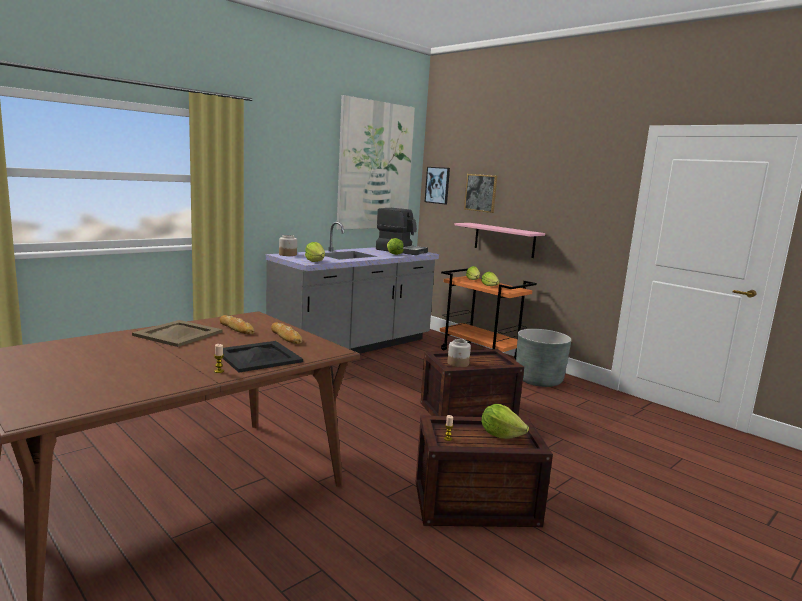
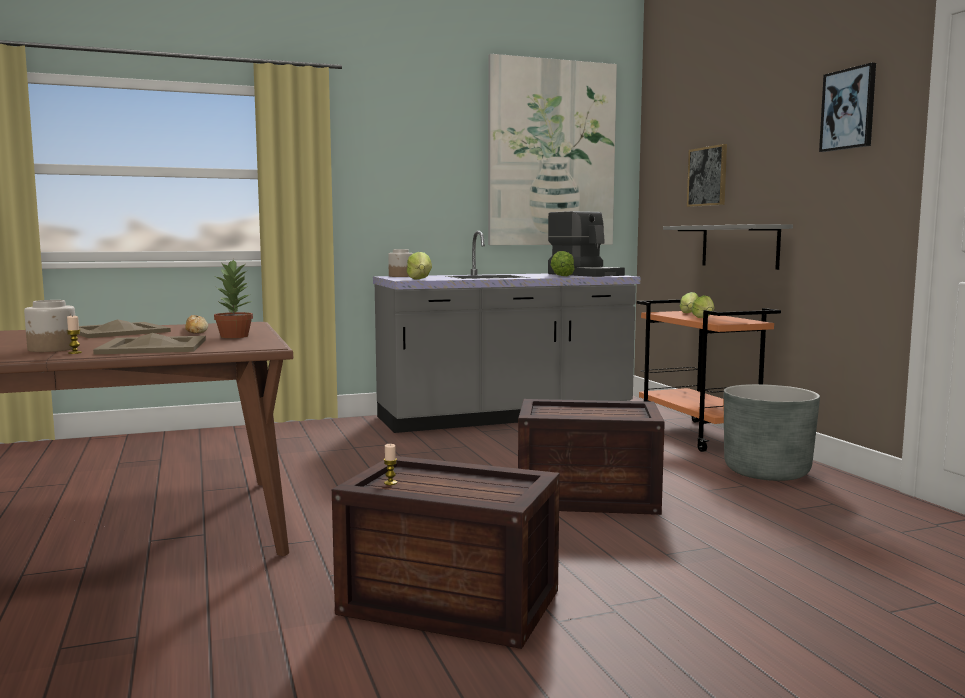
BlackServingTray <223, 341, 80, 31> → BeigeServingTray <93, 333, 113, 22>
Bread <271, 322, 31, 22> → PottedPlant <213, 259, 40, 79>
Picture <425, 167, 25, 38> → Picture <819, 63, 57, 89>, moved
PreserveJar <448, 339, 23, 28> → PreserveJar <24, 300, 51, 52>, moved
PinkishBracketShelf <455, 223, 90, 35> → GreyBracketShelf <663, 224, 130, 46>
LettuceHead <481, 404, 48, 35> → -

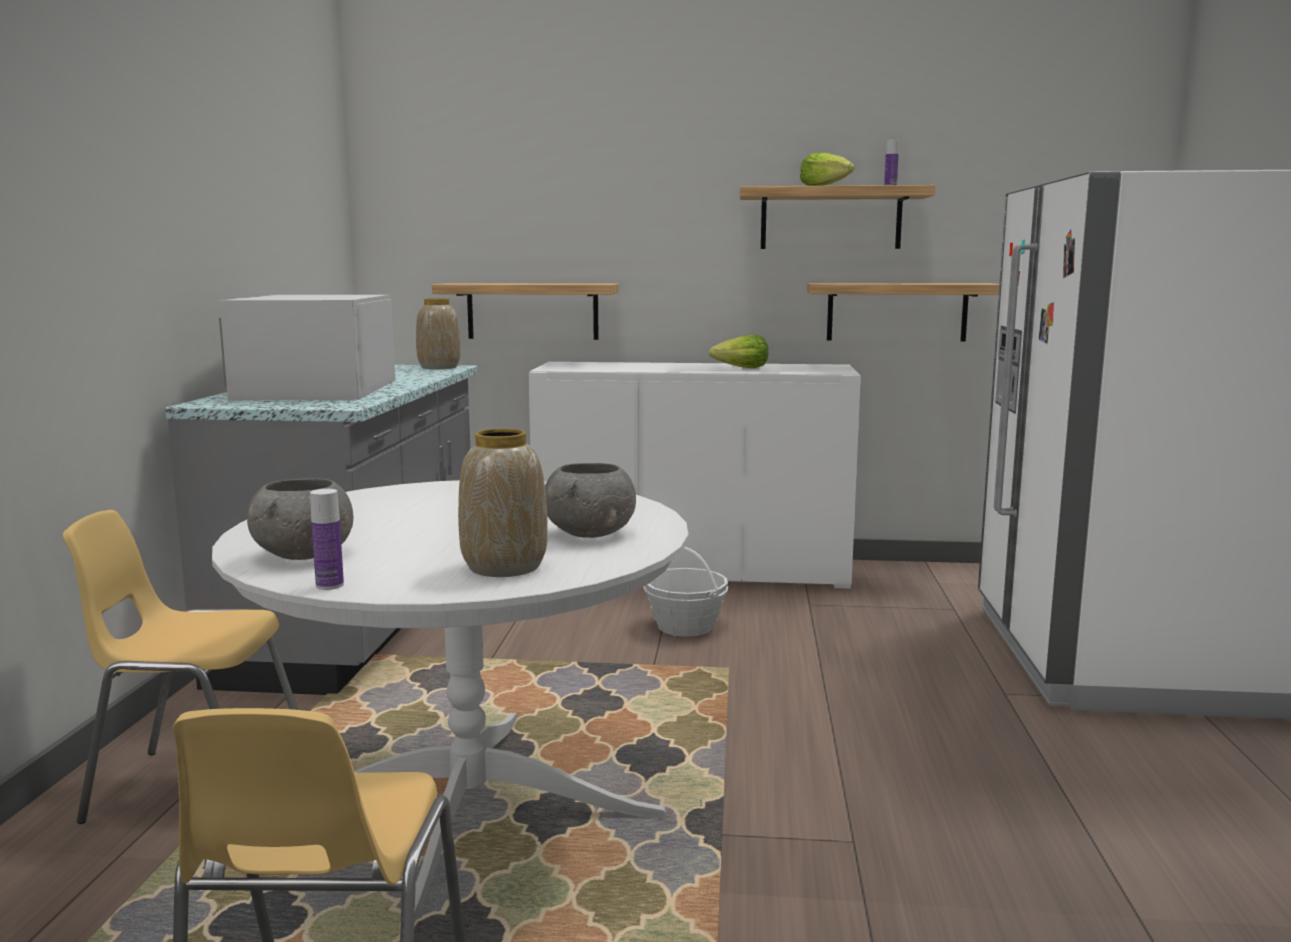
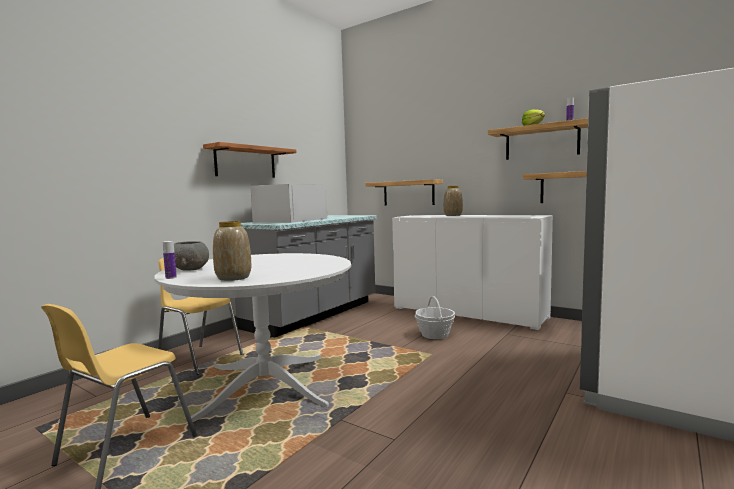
Vase <416, 299, 45, 70> → Vase <444, 186, 19, 30>, moved
GreyBowl <545, 463, 91, 75> → -
LettuceHead <709, 335, 60, 33> → -
- → BracketShelf <203, 142, 93, 36>

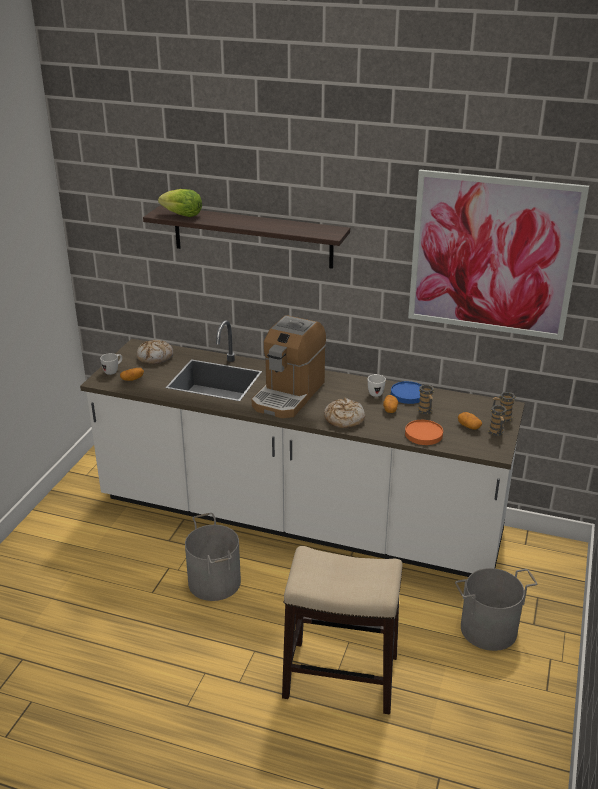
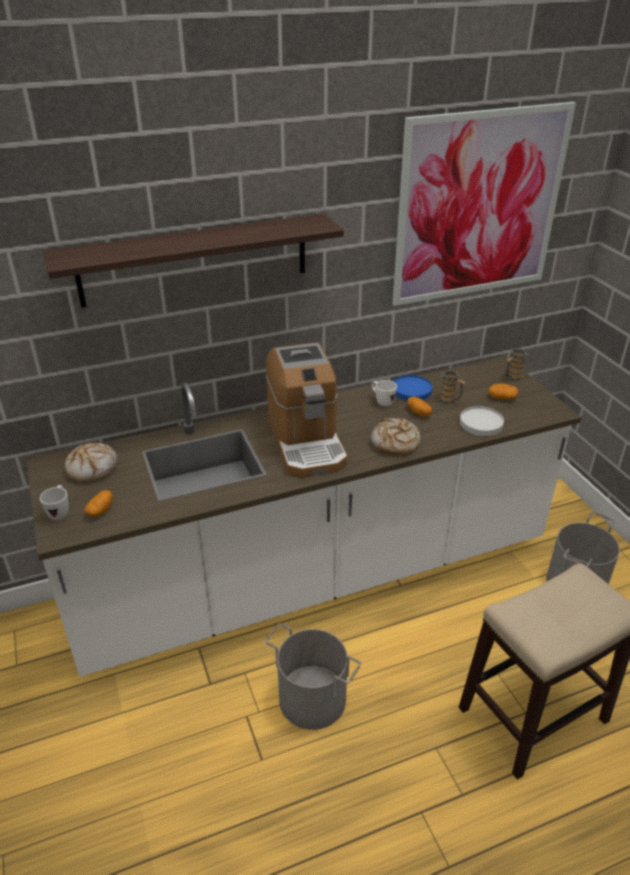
LettuceHead <158, 189, 44, 28> → -
OrangeyPlate <405, 420, 38, 25> → WhitePlate <460, 406, 44, 30>
Mug <488, 405, 19, 31> → -

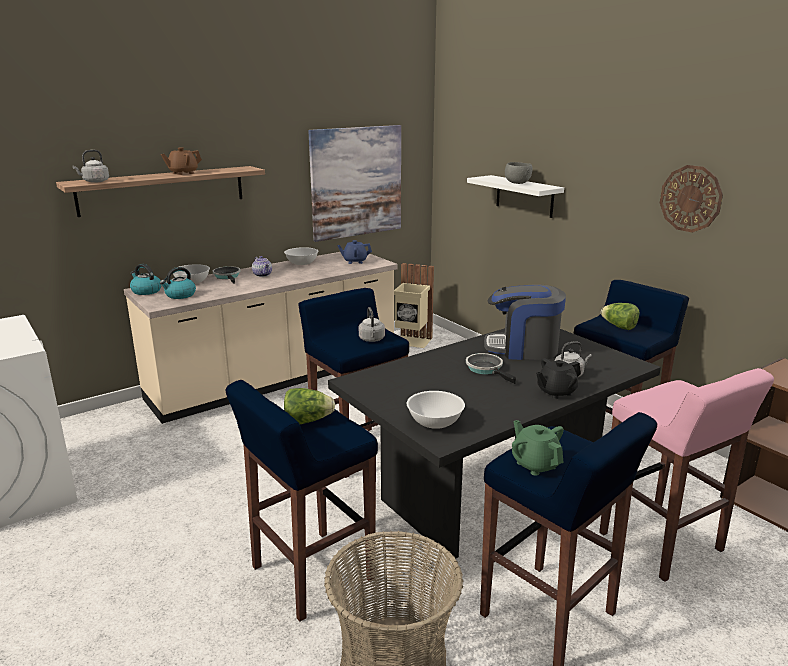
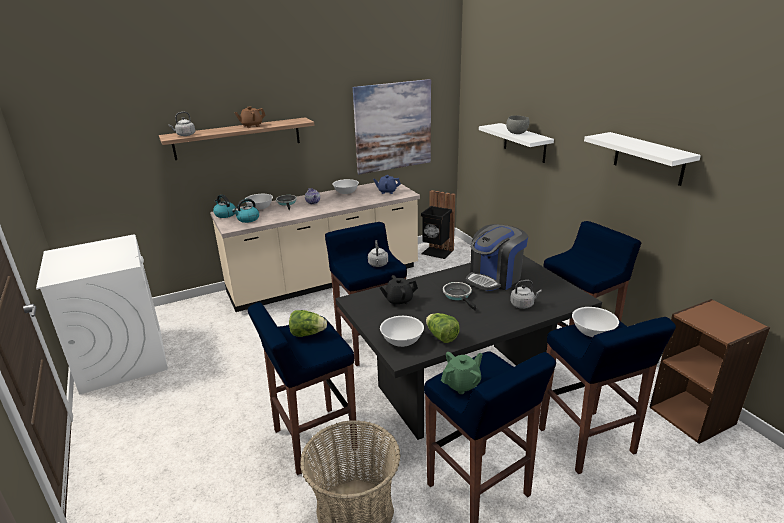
BeigeRubbishBin <394, 263, 40, 85> → BlackRubbishBin <421, 190, 34, 69>
CoffeeMaker <484, 284, 82, 76> → CoffeeMaker <466, 224, 62, 67>, 60 degrees counterclockwise
GreenTeaPot <512, 420, 52, 56> → GreenTeaPot <441, 352, 42, 42>, 75 degrees clockwise
BlackTeaPot <536, 358, 45, 41> → BlackTeaPot <379, 275, 39, 31>, moved
PinkishStool <599, 368, 175, 214> → BlueColouredStool <539, 317, 137, 157>
LettuceHead <601, 303, 38, 27> → LettuceHead <426, 313, 34, 30>, moved
WallClock <660, 165, 63, 68> → WhiteBracketShelf <584, 132, 117, 54>
- → WhiteBowl <572, 307, 47, 30>

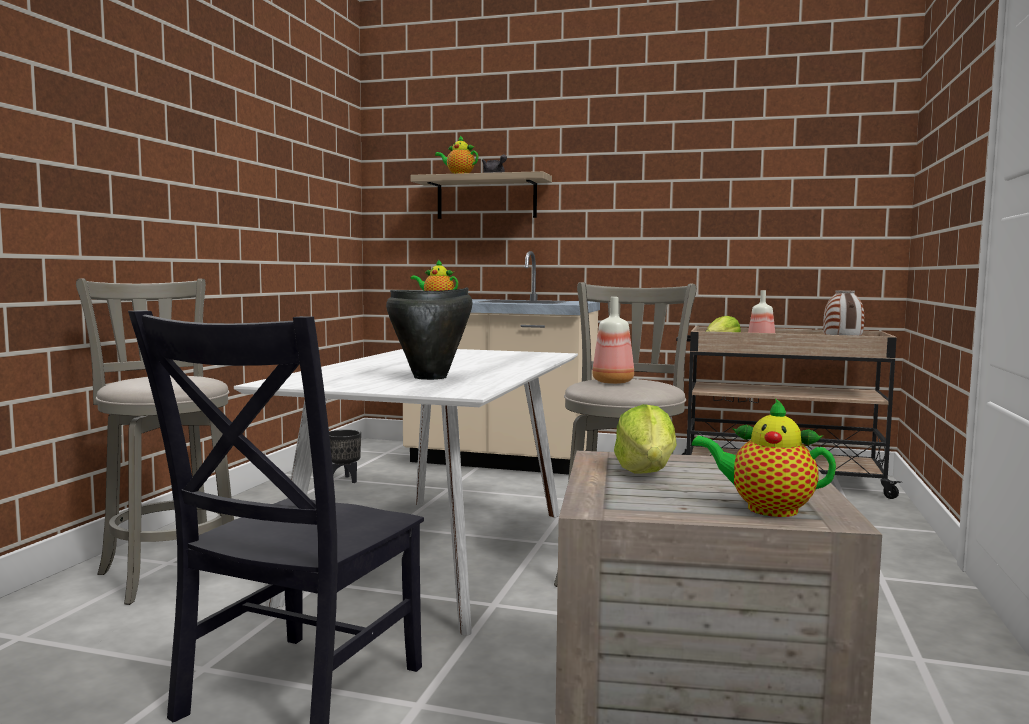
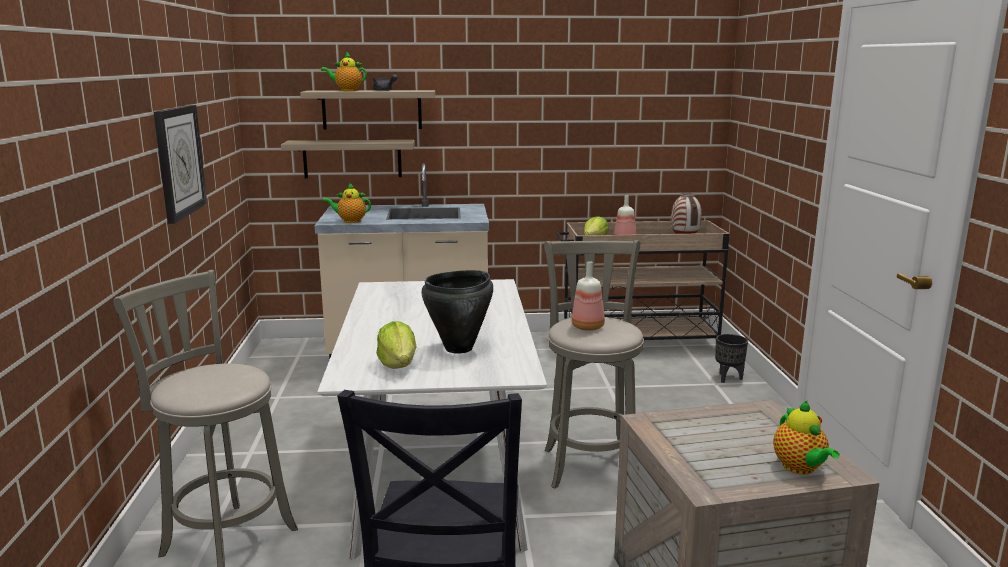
BlackFlowerPot <329, 430, 32, 53> → BlackFlowerPot <715, 334, 33, 49>, moved
LettuceHead <614, 404, 63, 70> → LettuceHead <377, 321, 39, 48>, moved
TeaPot <692, 398, 144, 119> → TeaPot <773, 401, 67, 74>, 105 degrees counterclockwise
- → WallClock <154, 105, 53, 119>
- → BracketShelf <281, 140, 134, 38>

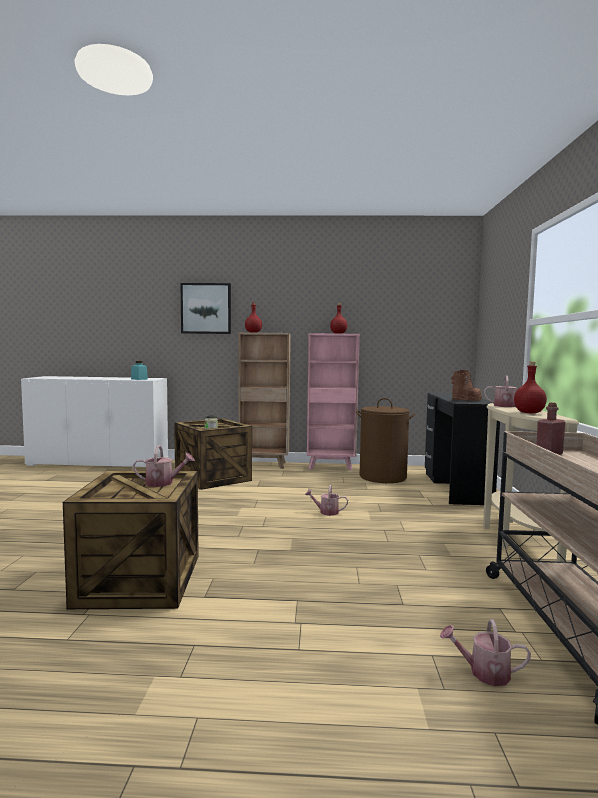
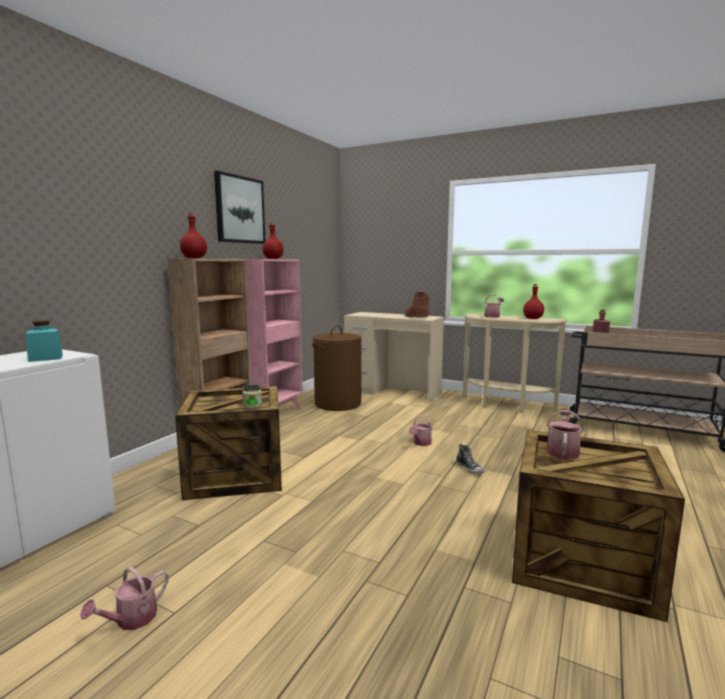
Picture <181, 283, 50, 51> → Picture <214, 171, 51, 73>, moved
BlackDeskTable <425, 393, 75, 112> → BeigeDeskTable <344, 312, 100, 91>
SprinklingCan <440, 619, 91, 67> → SprinklingCan <80, 566, 89, 64>, moved
- → ItemOfFootwear <456, 444, 28, 30>

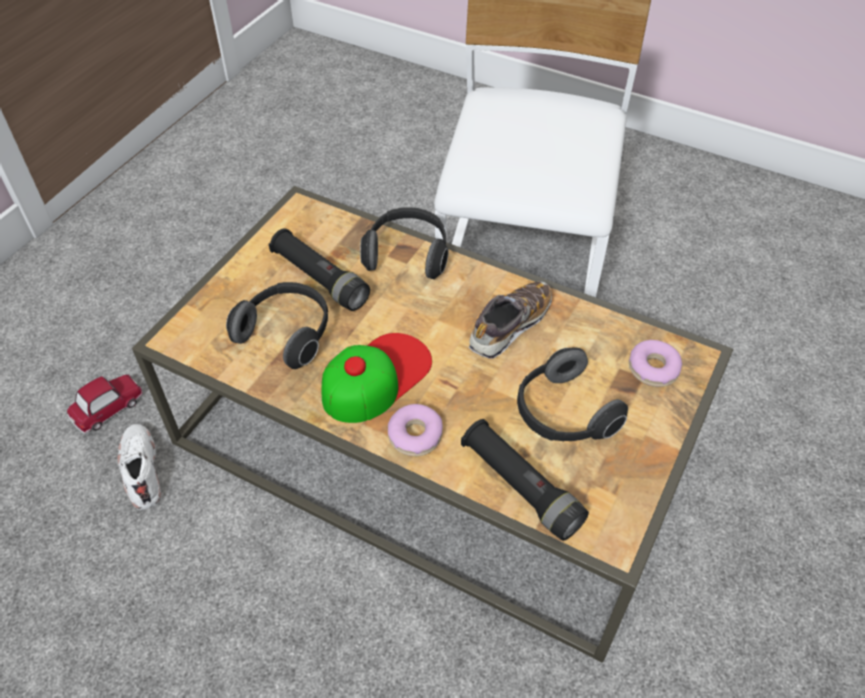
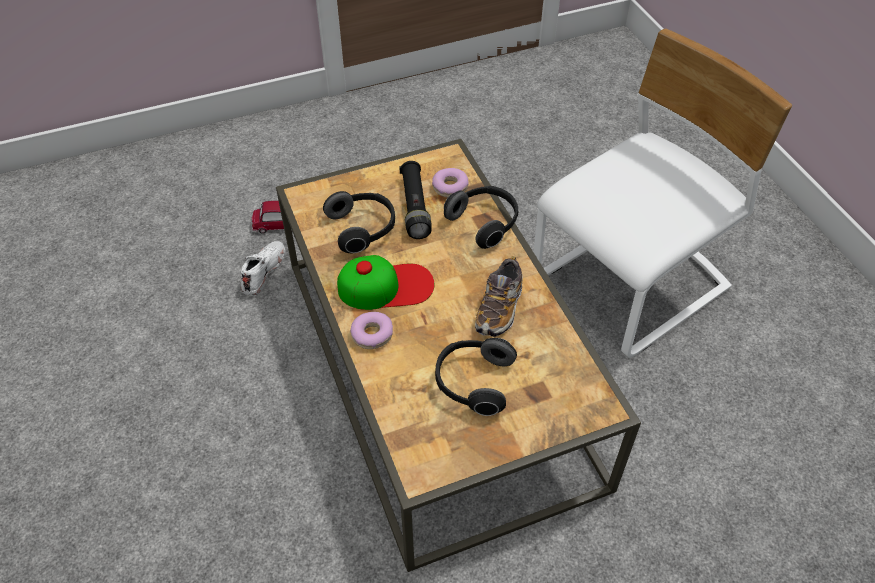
BlackTorch <461, 419, 128, 122> → -
ItemOfFootwear <468, 281, 84, 78> → ItemOfFootwear <475, 256, 48, 81>, 120 degrees clockwise
Donut <629, 340, 53, 47> → Donut <432, 168, 37, 30>, moved

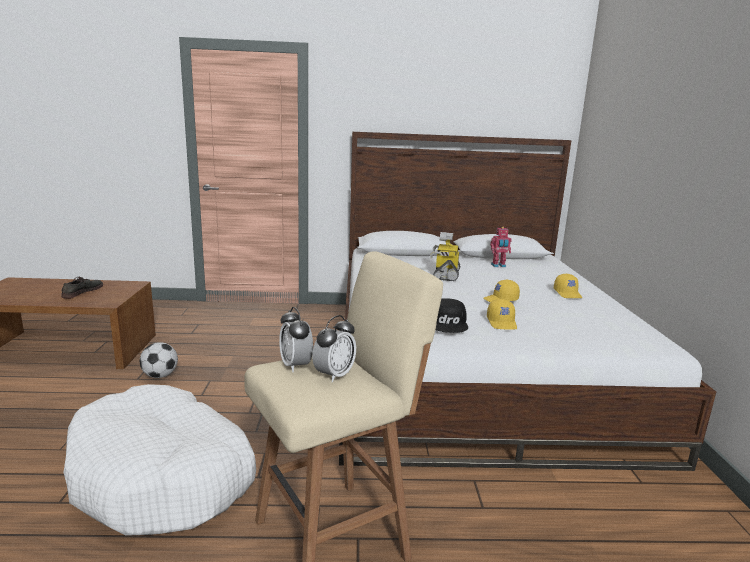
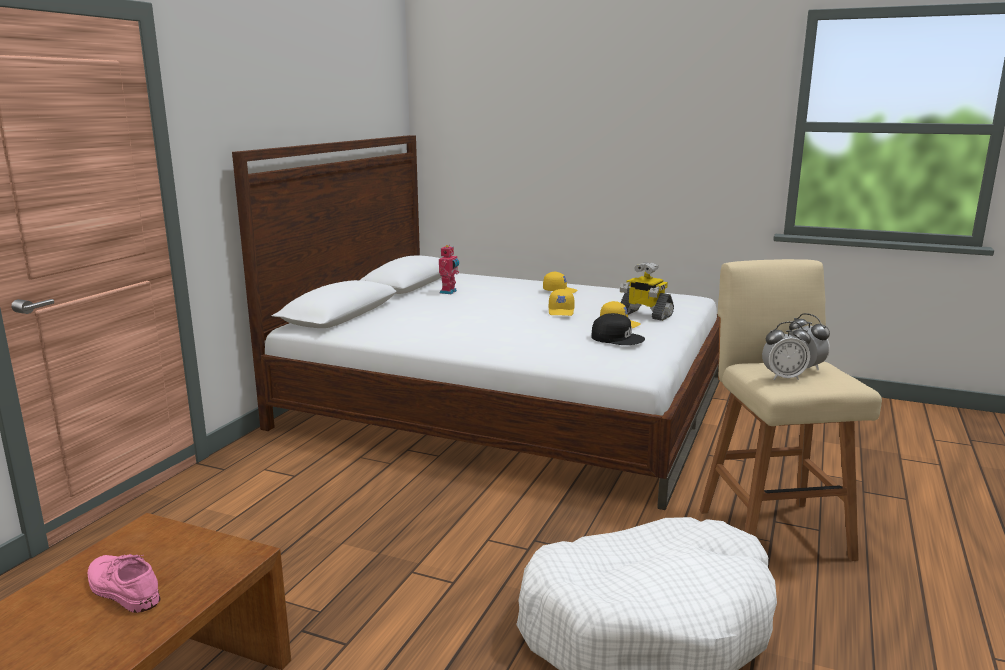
GreyItemOfFootwear <62, 277, 41, 22> → PinkishItemOfFootwear <88, 554, 73, 59>
Football <140, 342, 38, 36> → -
RobotFigure <430, 232, 30, 49> → RobotFigure <620, 262, 54, 59>, moved

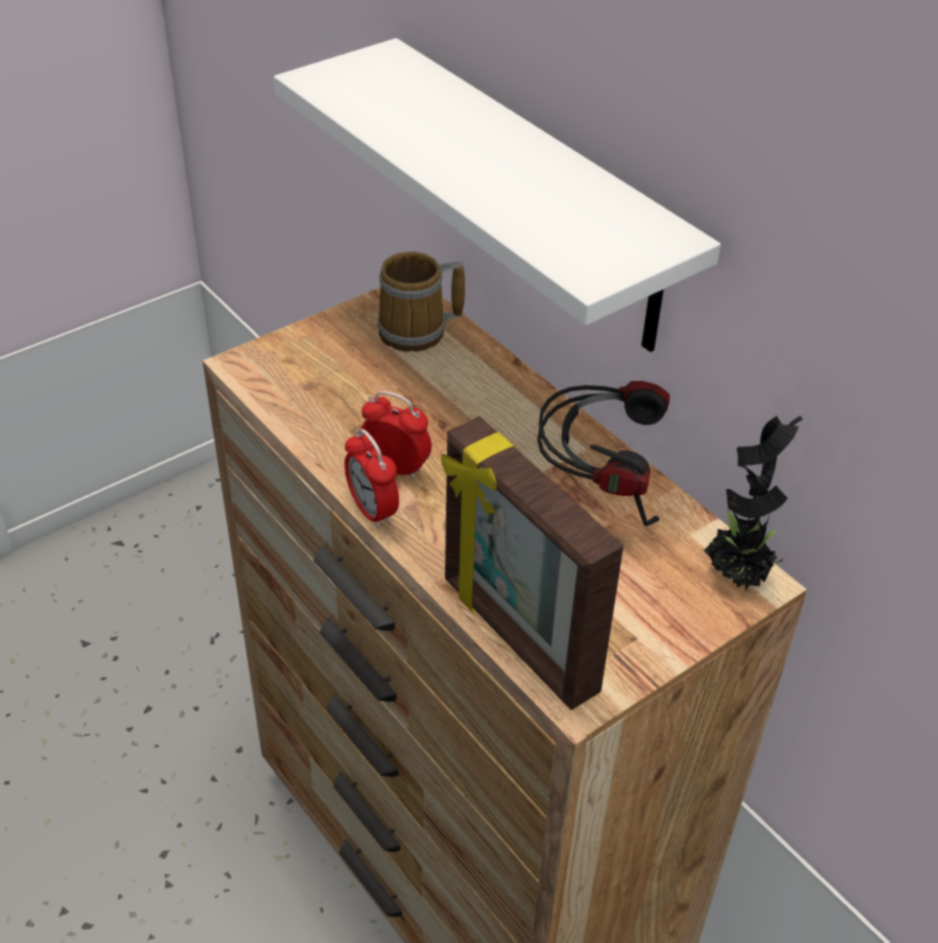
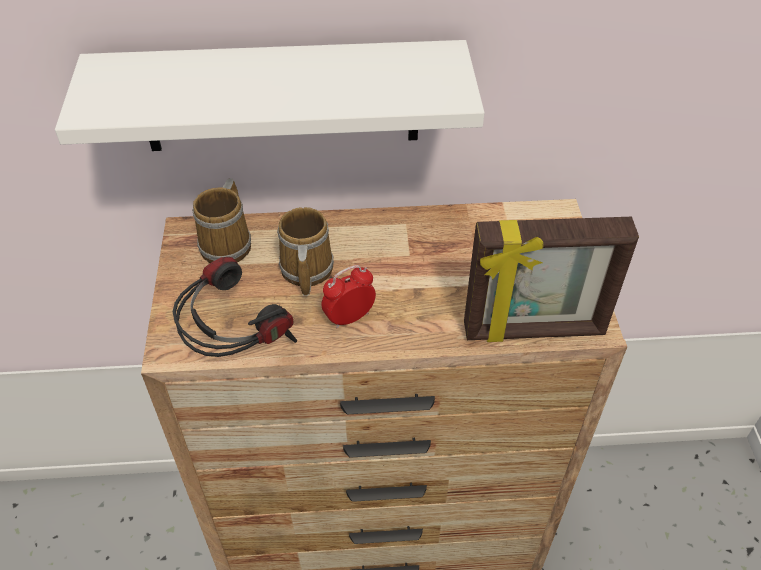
TableClock <345, 429, 54, 99> → -
Headset <537, 381, 133, 145> → Headset <173, 257, 124, 100>, moved
PottedPlant <703, 416, 100, 175> → -
- → Mug <277, 207, 57, 89>

